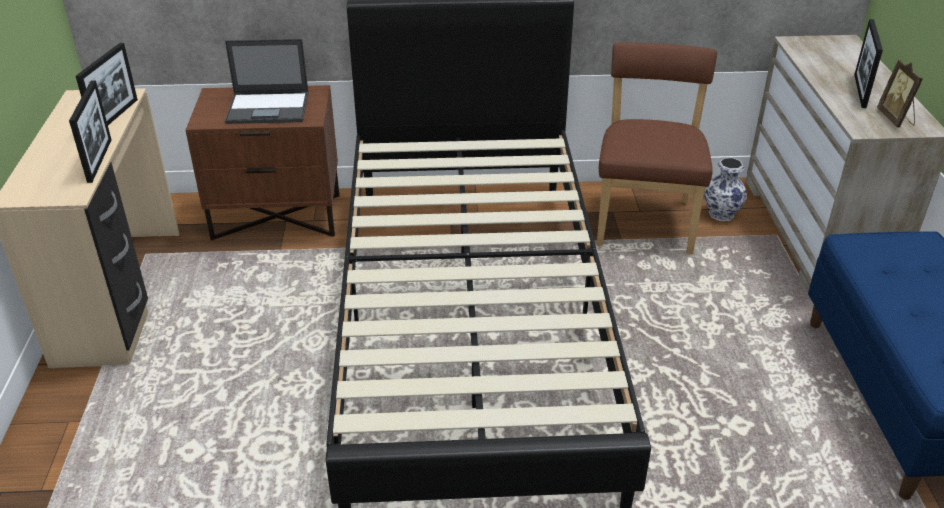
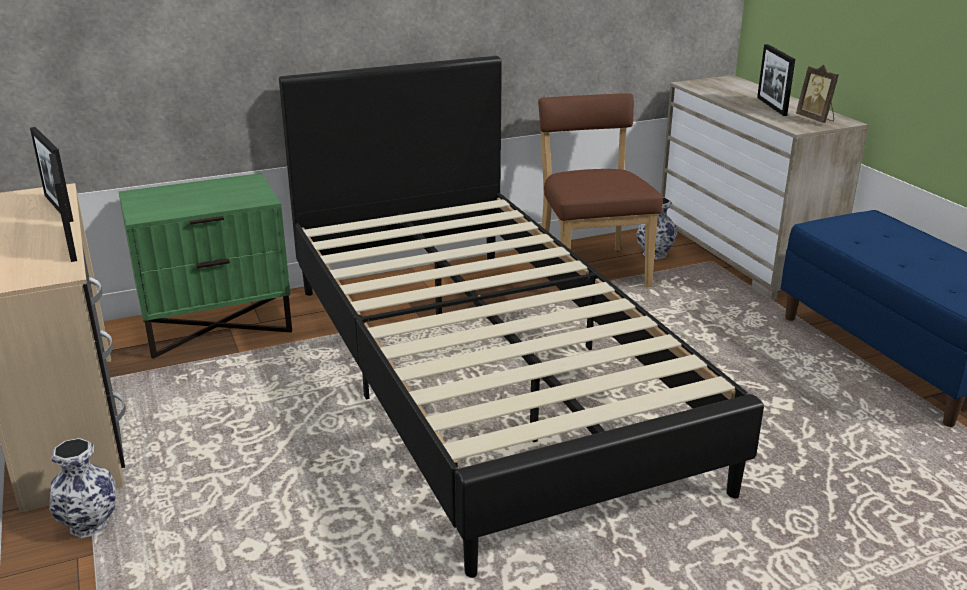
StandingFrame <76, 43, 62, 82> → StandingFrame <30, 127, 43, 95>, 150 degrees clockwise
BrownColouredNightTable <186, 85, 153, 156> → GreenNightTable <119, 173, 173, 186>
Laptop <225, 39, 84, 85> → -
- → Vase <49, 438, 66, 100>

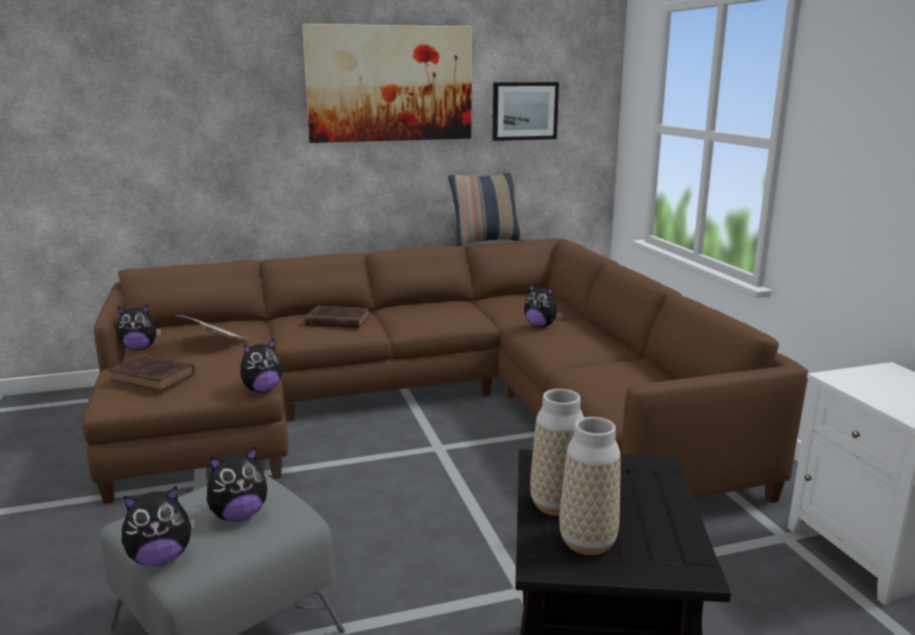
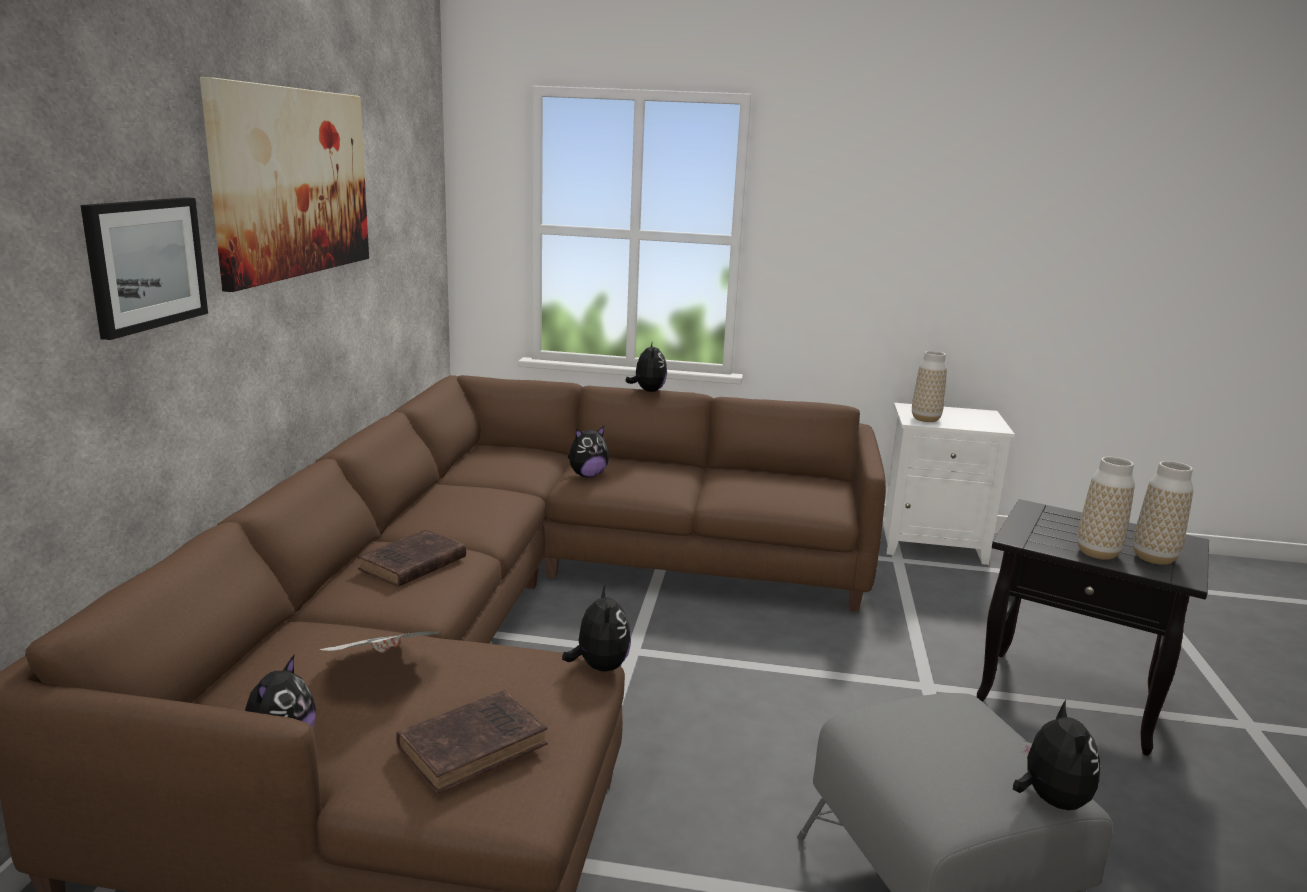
PlushToy <207, 446, 60, 76> → PlushToy <626, 341, 41, 51>, moved
Cushion <448, 171, 77, 75> → -
Picture <493, 82, 66, 59> → Picture <80, 197, 128, 143>, moved
- → Vase <912, 351, 35, 71>

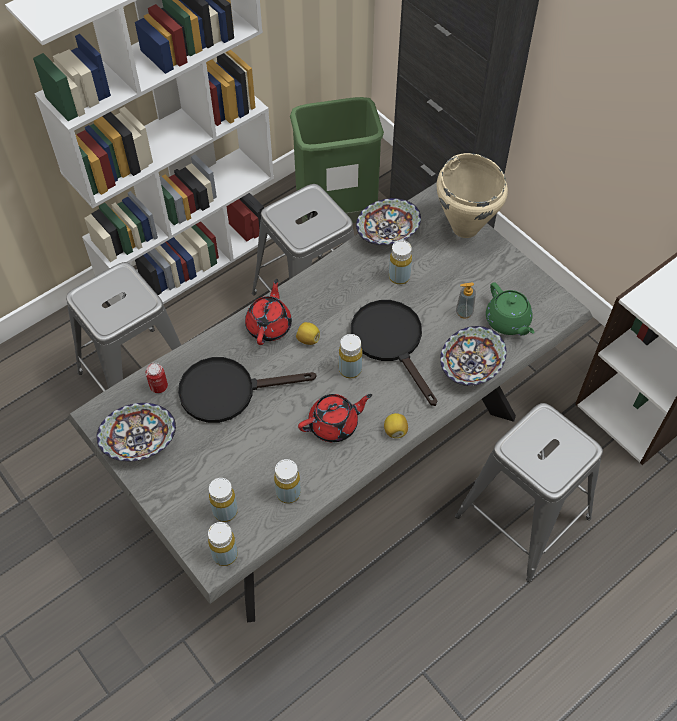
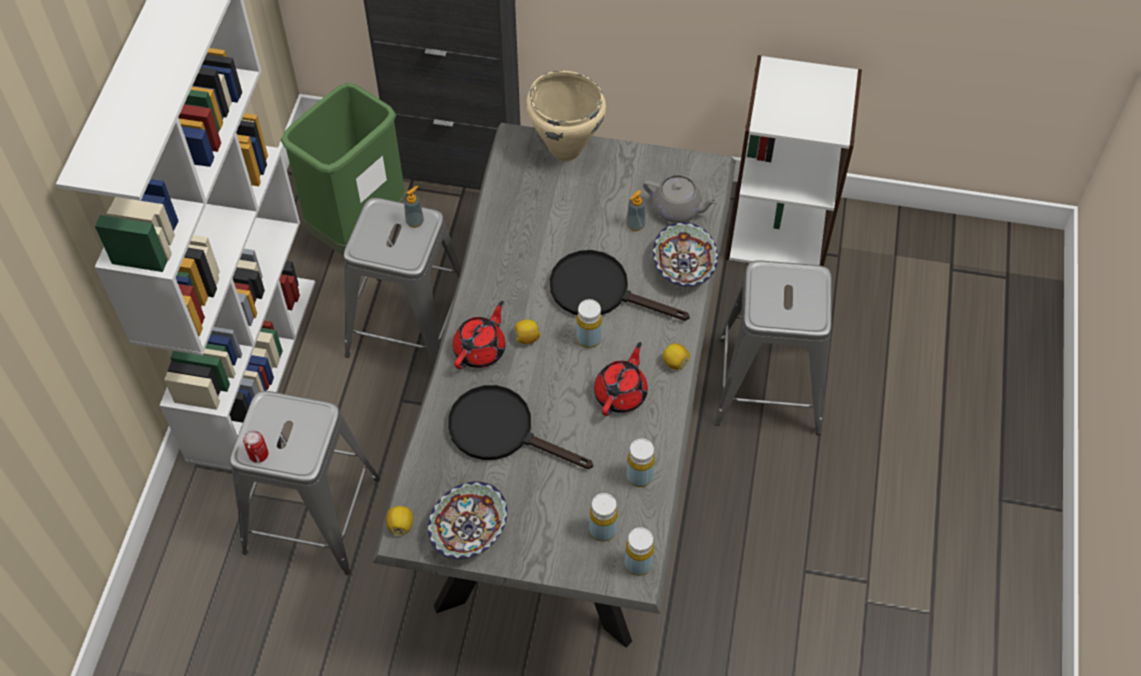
SealedCan <146, 363, 22, 30> → SealedCan <243, 430, 26, 33>, moved
BlackFryingPan <178, 357, 139, 66> → BlackFryingPan <448, 385, 145, 84>, 75 degrees clockwise
ReddishTeaPot <245, 279, 47, 66> → ReddishTeaPot <453, 301, 53, 68>, 60 degrees clockwise
Bowl <356, 198, 65, 47> → -
YellowColouredDrinkBottle <389, 240, 23, 45> → -
GreenTeaPot <486, 282, 49, 54> → GreyTeaPot <643, 175, 76, 48>
- → WholeLemon <386, 506, 27, 29>
- → SoapDispenser <404, 186, 20, 42>

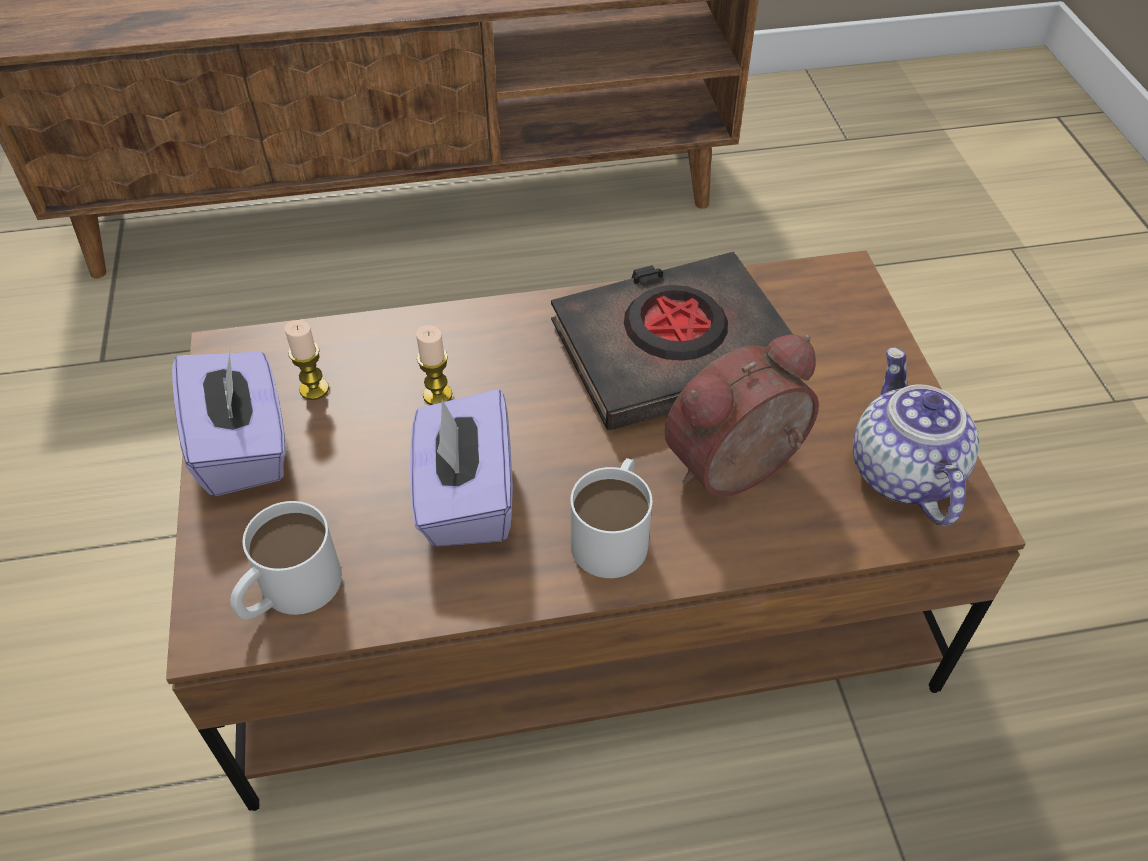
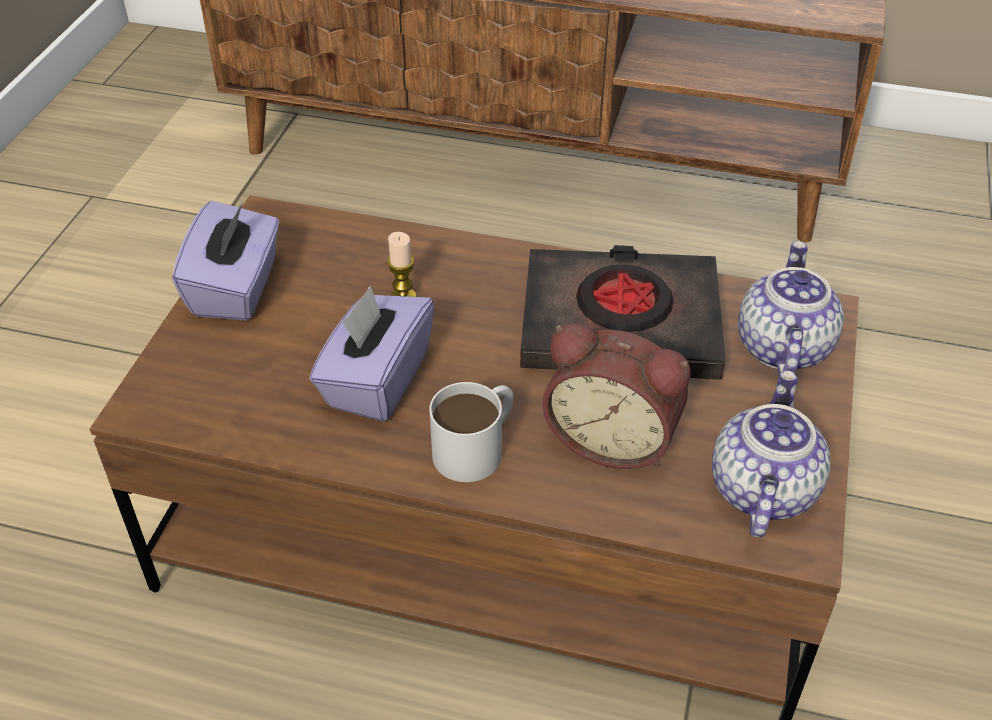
WhiteMug <230, 501, 112, 118> → -
Candle <285, 320, 44, 80> → -
TableClock <664, 334, 155, 162> → TableClock <543, 323, 148, 146>, 150 degrees counterclockwise
- → TeaPot <738, 241, 106, 135>

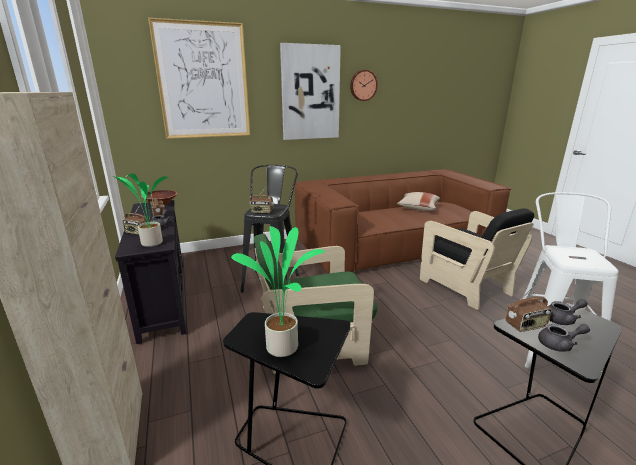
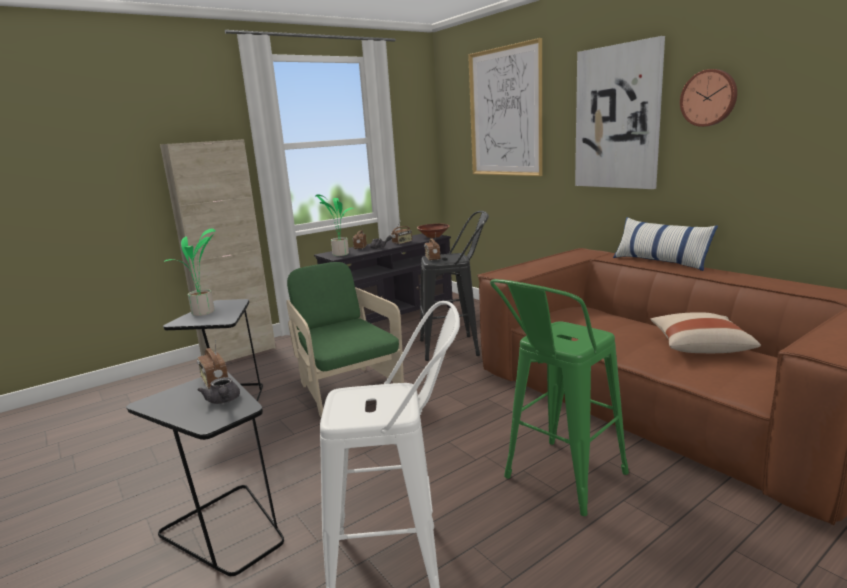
BlackLoungeChair <420, 208, 114, 102> → GreenStool <490, 279, 139, 237>
GreyTeaPot <538, 324, 52, 28> → -
- → Cushion <613, 217, 105, 54>

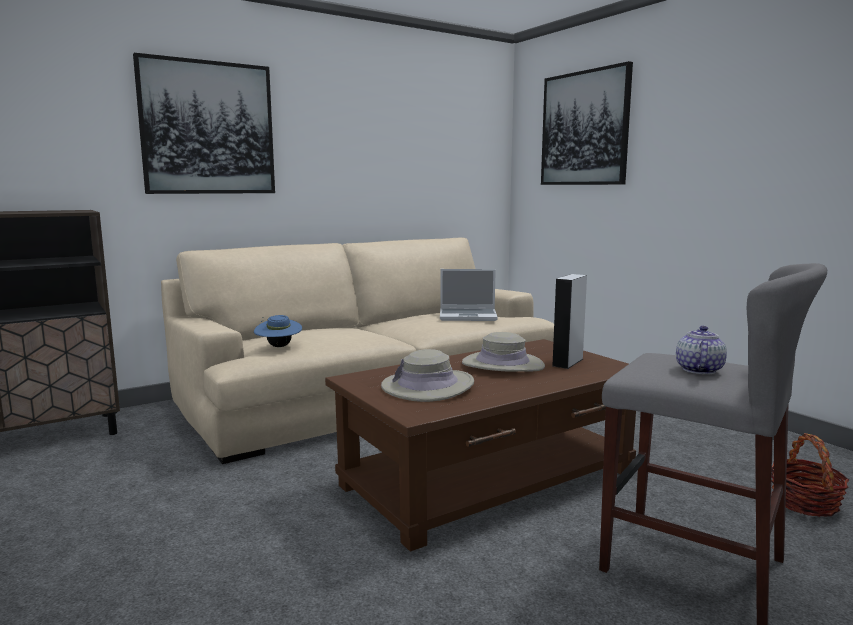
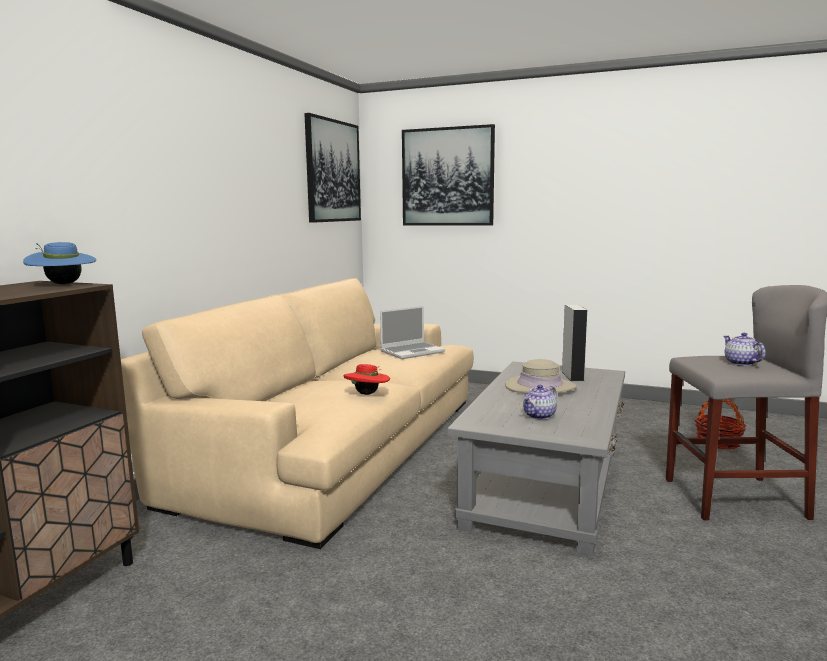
Picture <133, 53, 142, 141> → Picture <304, 113, 57, 110>, moved
BlueColouredHat <254, 315, 48, 32> → BlueColouredHat <23, 242, 73, 42>, moved
BrownColouredCoffeeTable <325, 339, 311, 212> → GreyCoffeeTable <447, 361, 178, 195>
BeigeHat <381, 349, 93, 53> → TeaPot <523, 385, 34, 35>
- → ReddishHat <344, 364, 46, 31>

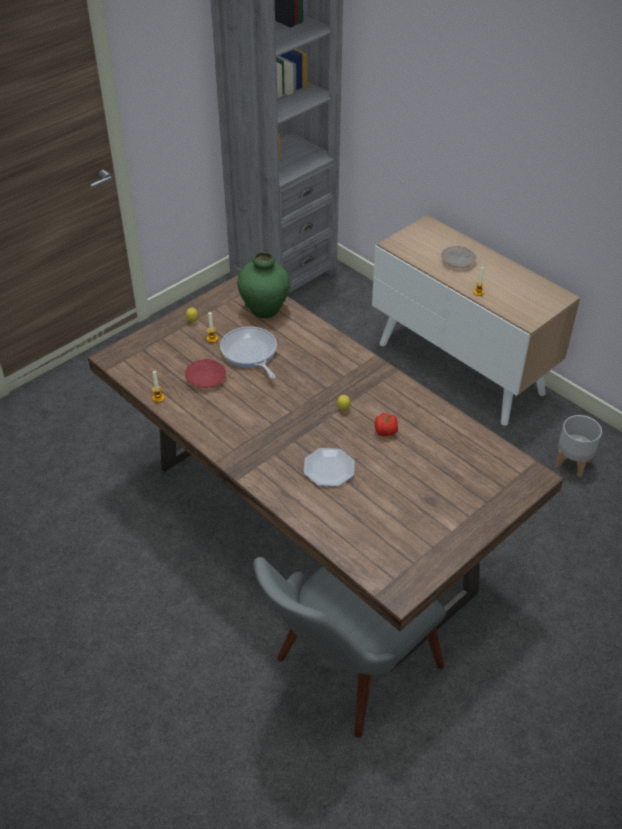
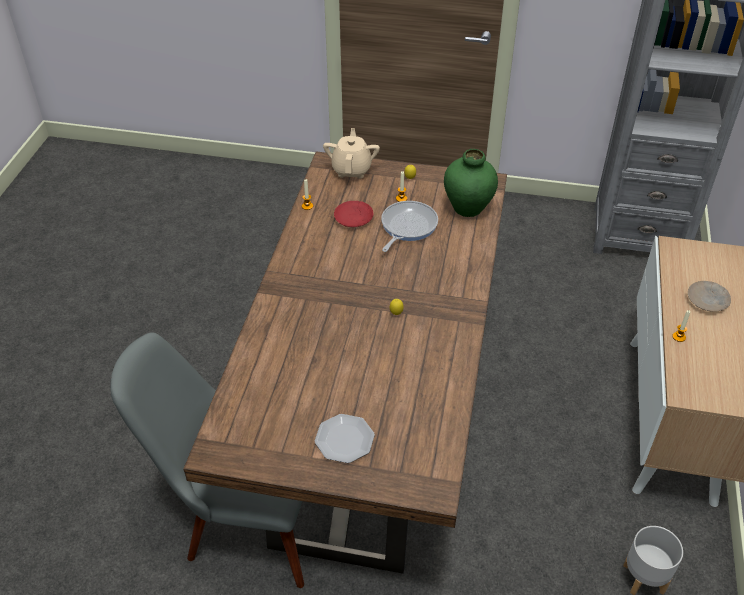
Plate <304, 448, 51, 39> → Plate <315, 414, 60, 49>, moved
Tomato <375, 413, 23, 23> → -
- → BeigeTeaPot <323, 128, 57, 50>

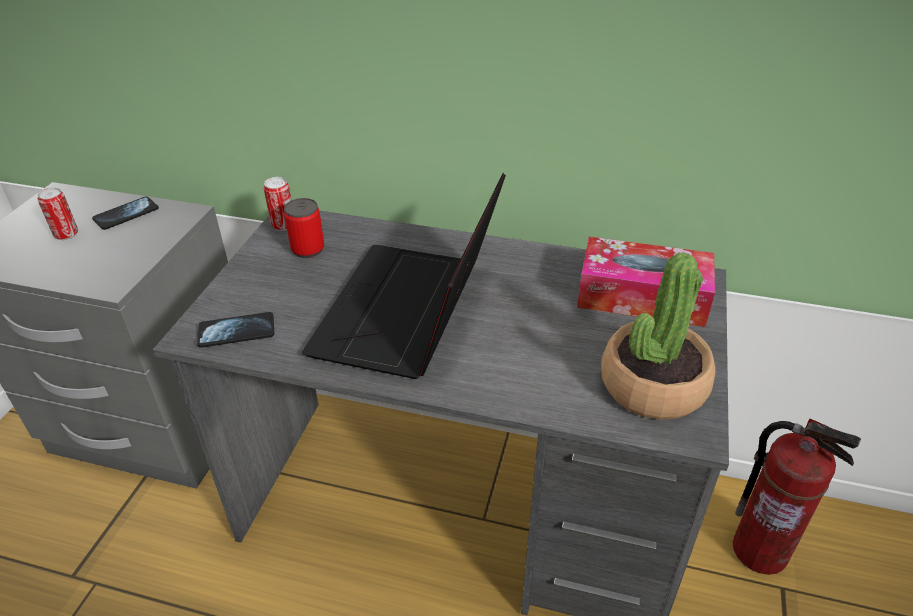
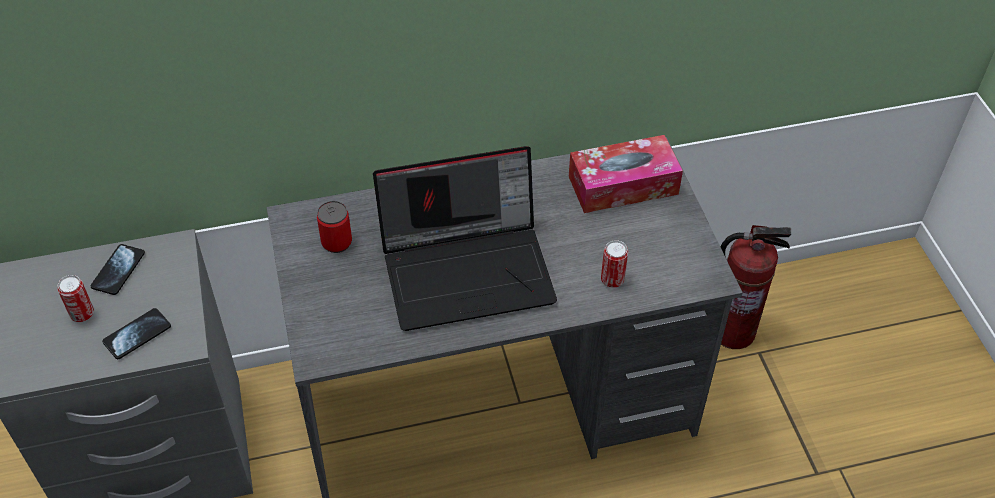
Handset <197, 312, 77, 36> → Handset <102, 308, 69, 51>, moved
SealedCan <264, 177, 28, 54> → SealedCan <601, 240, 27, 48>, moved
Laptop <302, 173, 204, 206> → Laptop <373, 146, 184, 185>, 90 degrees counterclockwise
PottedPlant <601, 252, 115, 167> → -

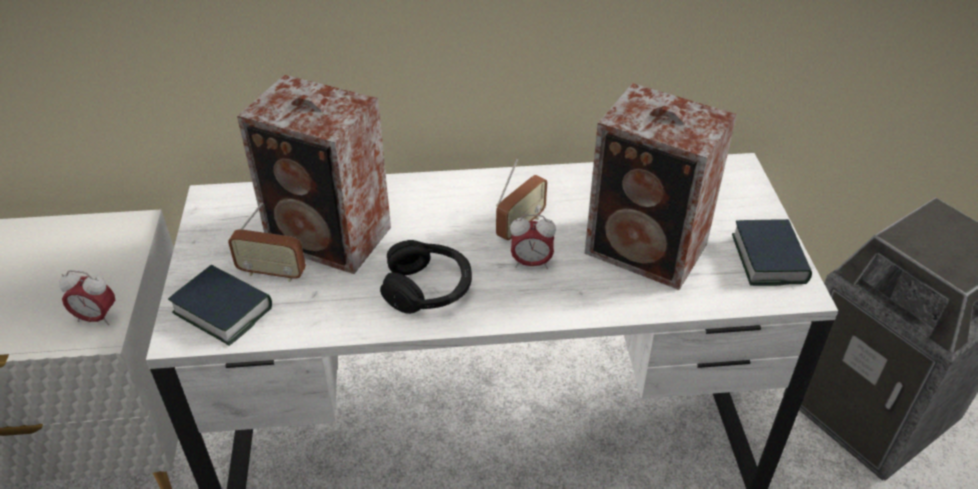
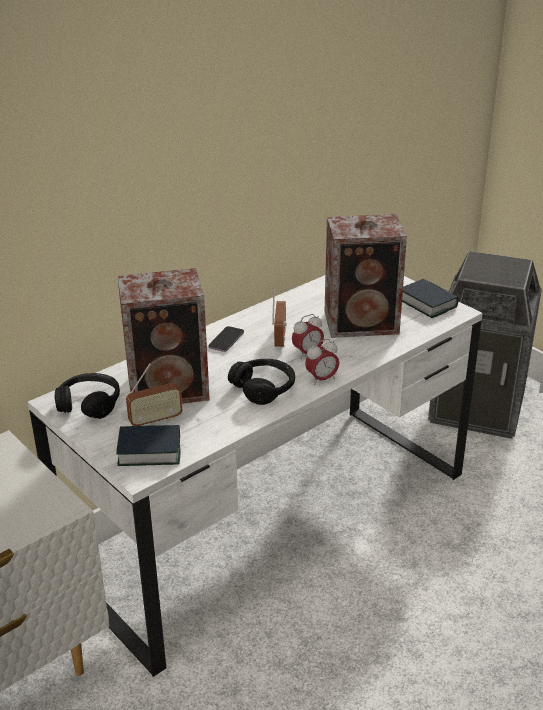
TableClock <59, 270, 56, 55> → TableClock <305, 339, 34, 46>, moved
- → BlackHeadset <54, 373, 66, 46>
- → Handset <208, 326, 36, 26>

